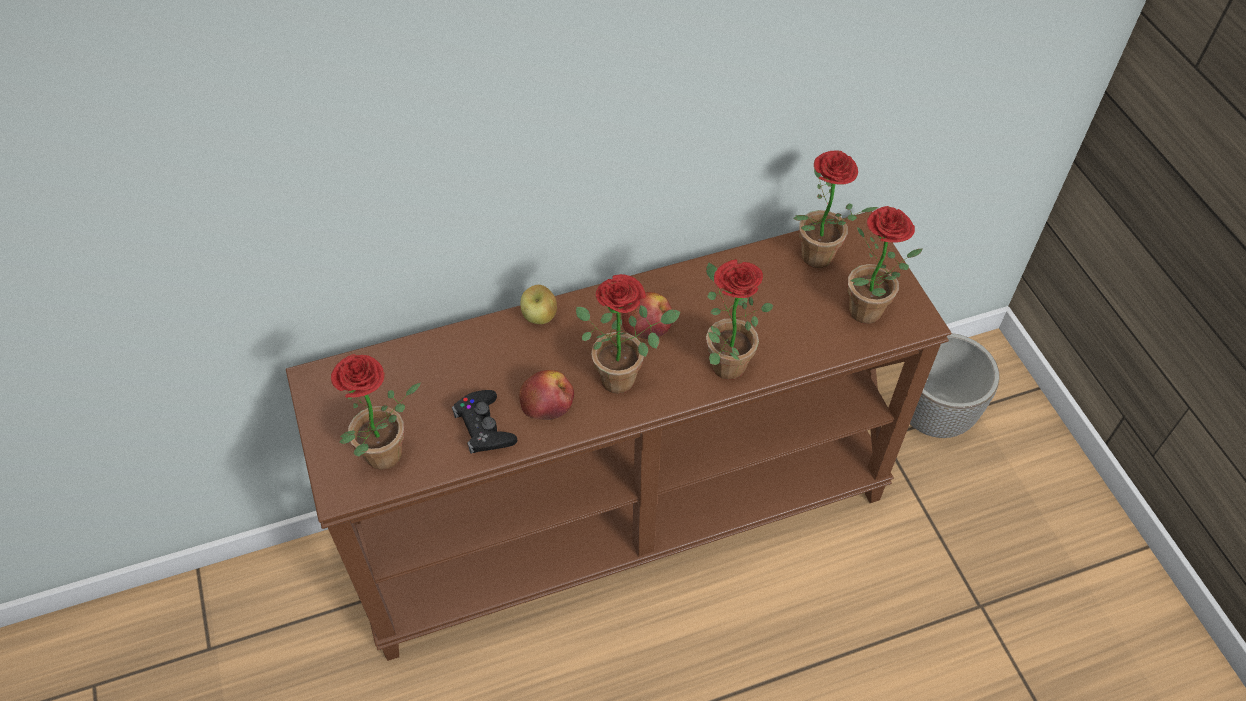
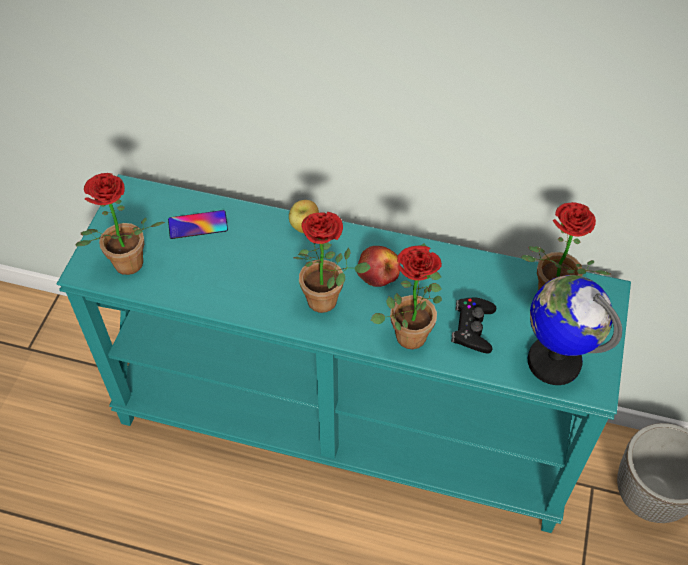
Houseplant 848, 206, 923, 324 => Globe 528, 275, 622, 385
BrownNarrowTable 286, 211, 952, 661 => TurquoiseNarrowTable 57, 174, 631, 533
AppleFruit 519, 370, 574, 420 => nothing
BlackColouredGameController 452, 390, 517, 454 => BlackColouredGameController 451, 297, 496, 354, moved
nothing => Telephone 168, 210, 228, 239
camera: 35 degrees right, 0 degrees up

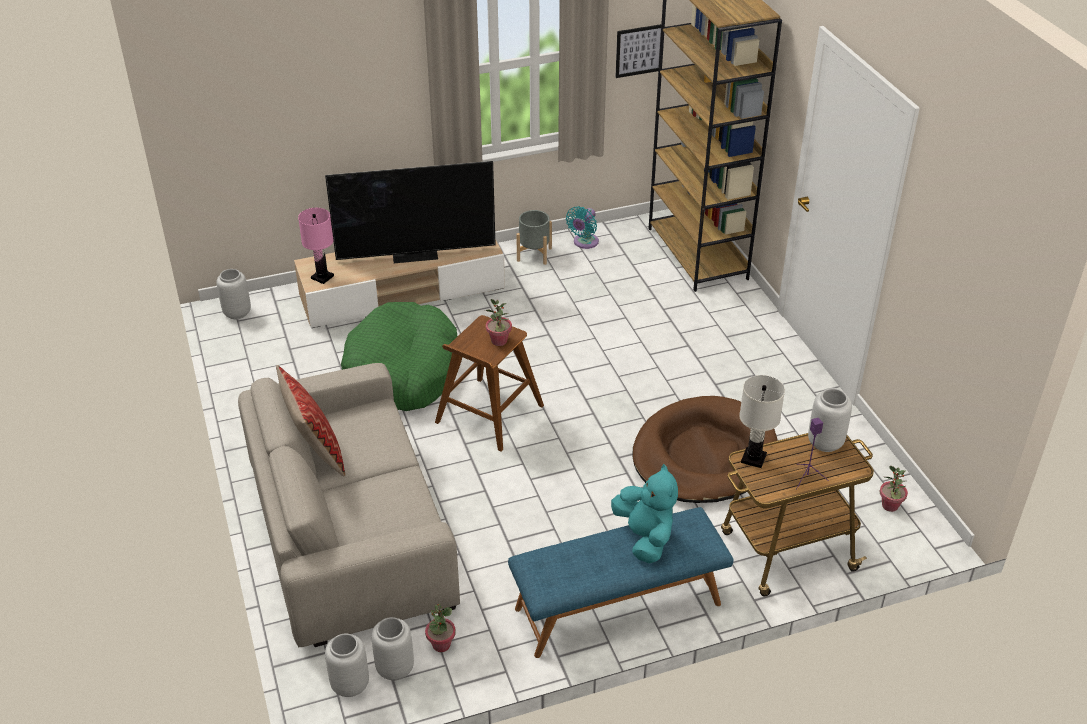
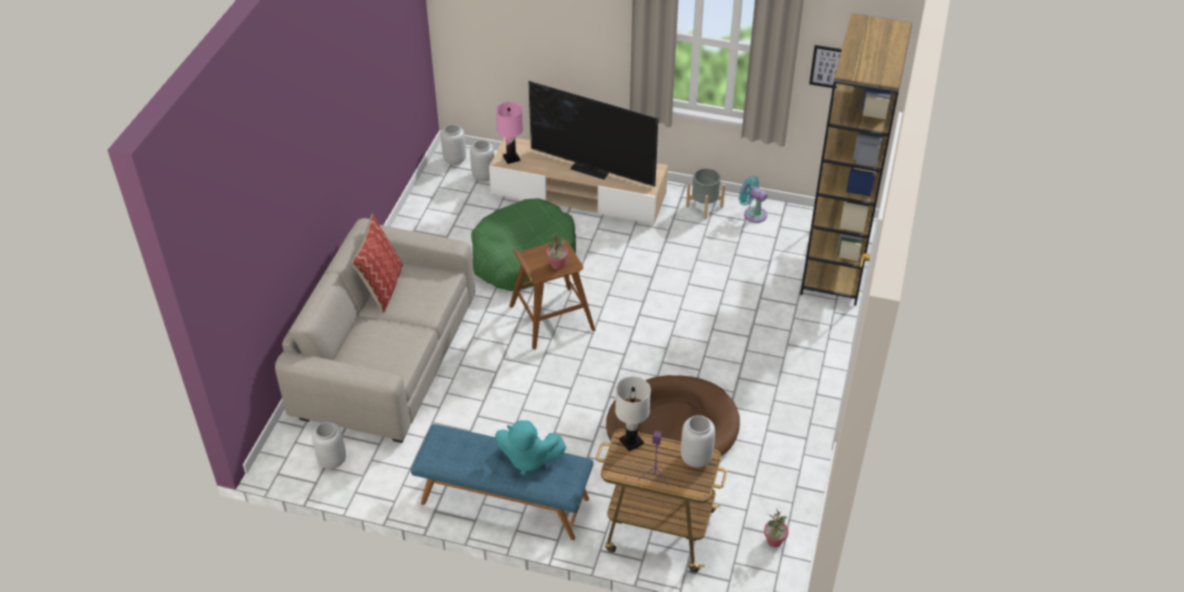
TurquoiseCoolingFan 566, 206, 599, 249 => TurquoiseCoolingFan 739, 176, 768, 223, 60 degrees clockwise
TurquoiseSoftToy 611, 464, 678, 563 => TurquoiseSoftToy 495, 420, 567, 475, 90 degrees clockwise
Houseplant 425, 604, 456, 652 => nothing
GreyDecorativeVase 325, 633, 369, 697 => GreyDecorativeVase 470, 140, 494, 181, moved
camera: 35 degrees right, 5 degrees up

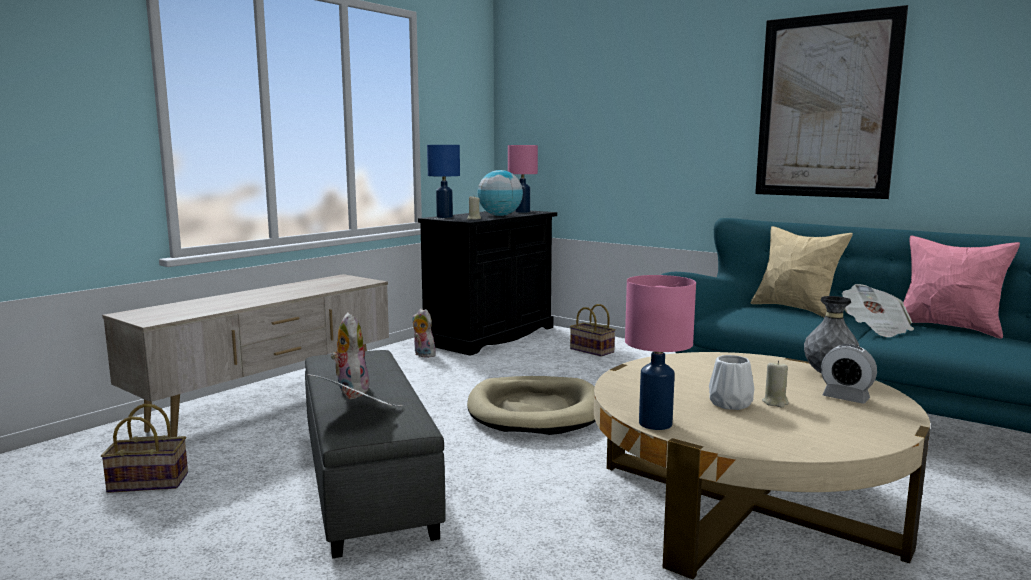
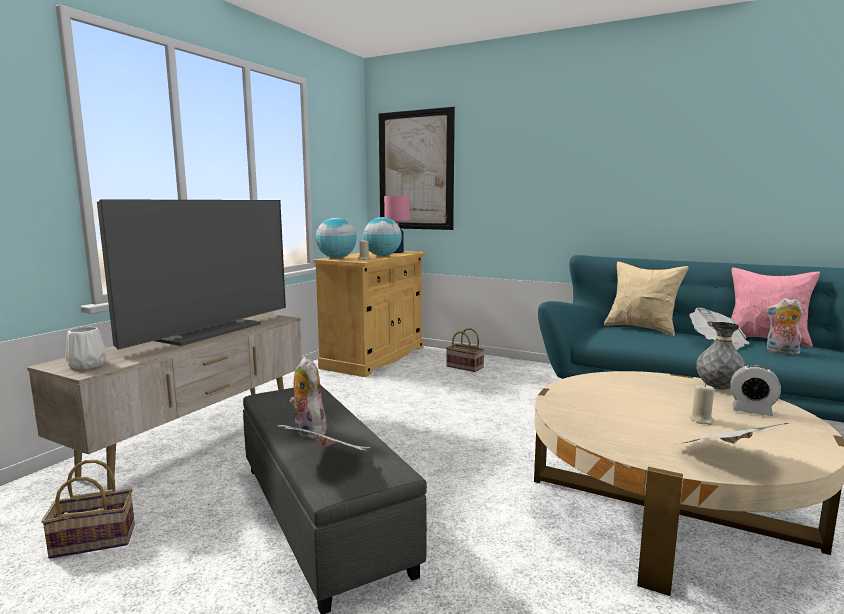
Picture 755, 5, 908, 199 => Picture 379, 107, 455, 230, moved
BlueColouredTabletopLamp 427, 145, 460, 218 => Globe 316, 218, 356, 258
BlackColouredCabinet 418, 211, 557, 356 => SandColouredCabinet 314, 251, 426, 377
PinkColouredTabletopLamp 625, 275, 696, 430 => nothing
SoftToy 412, 309, 436, 358 => SoftToy 766, 298, 803, 355, moved
WhiteDecorativeVase 709, 355, 754, 410 => WhiteDecorativeVase 65, 327, 107, 369, moved
SandColouredPetBed 467, 376, 596, 435 => nothing
nothing => Television 97, 199, 286, 350
nothing => PrintedPaper 680, 423, 789, 444
camera: 10 degrees left, 0 degrees up

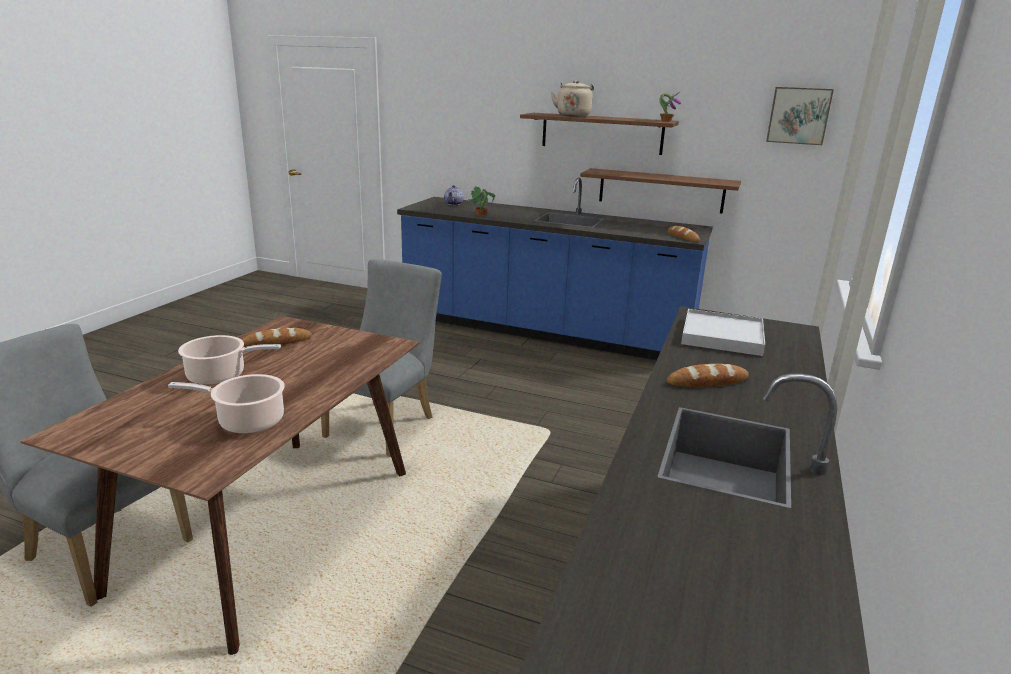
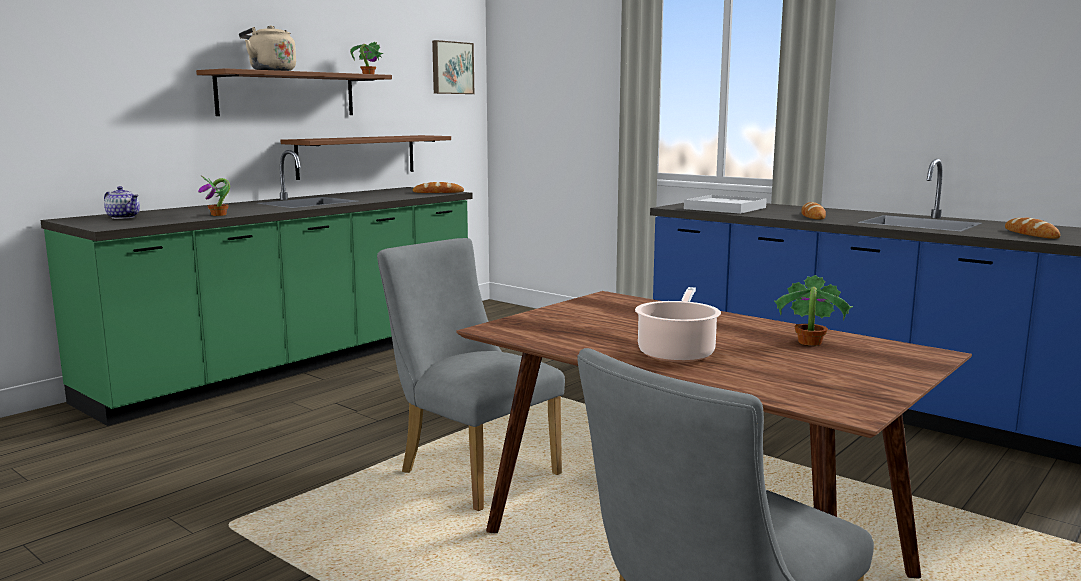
BlueColouredCounter 397, 177, 713, 360 => GreenishCounter 40, 150, 473, 426
Bread 242, 327, 312, 347 => Bread 1005, 218, 1060, 239, moved
Stockpot 168, 374, 285, 434 => Houseplant 774, 275, 853, 346
camera: 70 degrees left, 10 degrees down

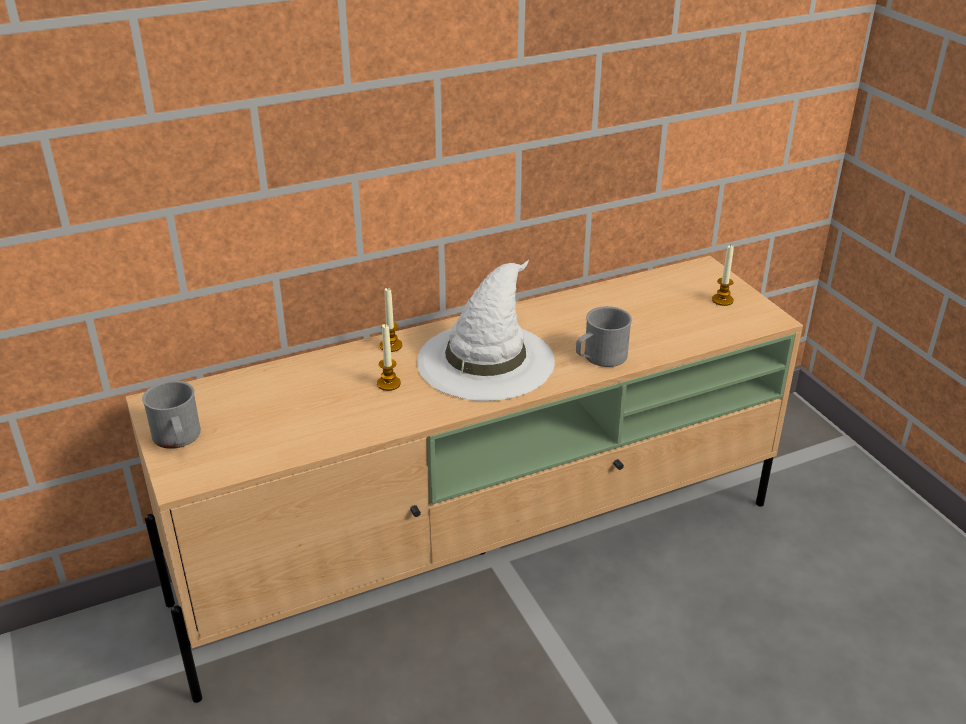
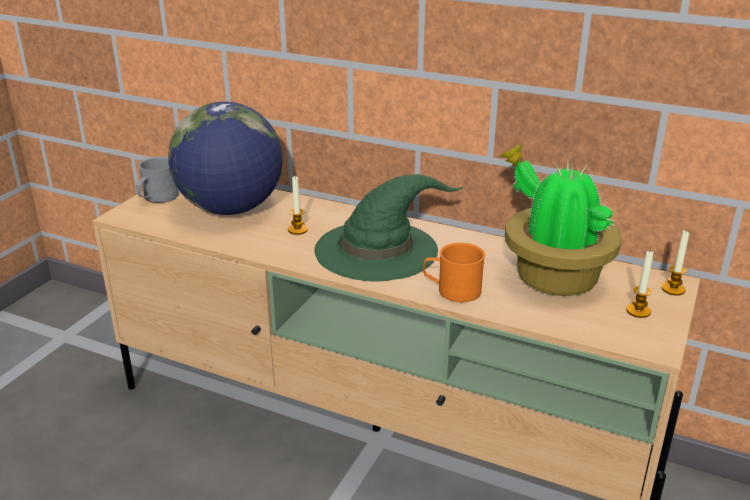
WhiteClothingHat 417, 259, 555, 401 => GreenishClothingHat 314, 174, 464, 282
Candle 380, 287, 402, 352 => Candle 662, 230, 689, 296, moved
GreyMug 576, 306, 632, 367 => OrangeColouredMug 423, 243, 485, 302
nothing => Globe 168, 101, 283, 215
nothing => Houseplant 498, 144, 622, 296
camera: 50 degrees right, 5 degrees down

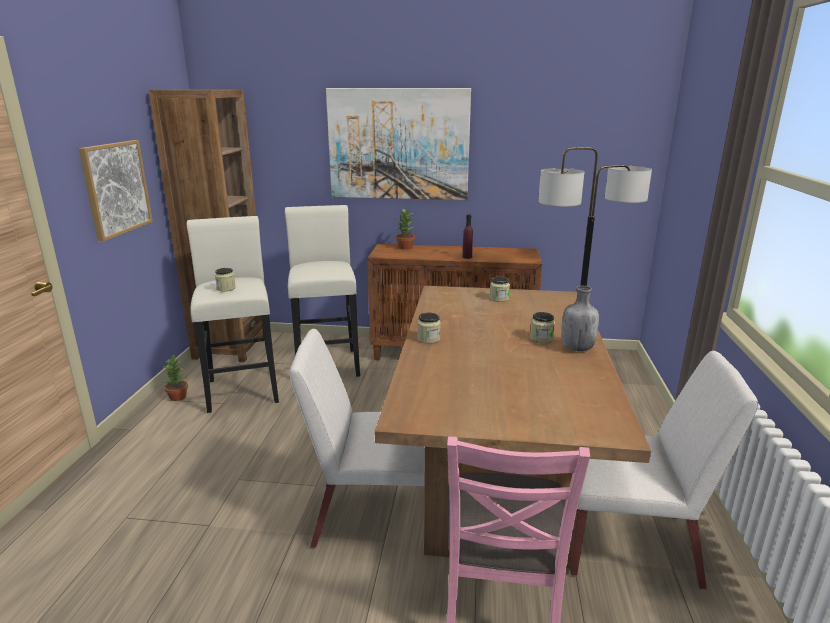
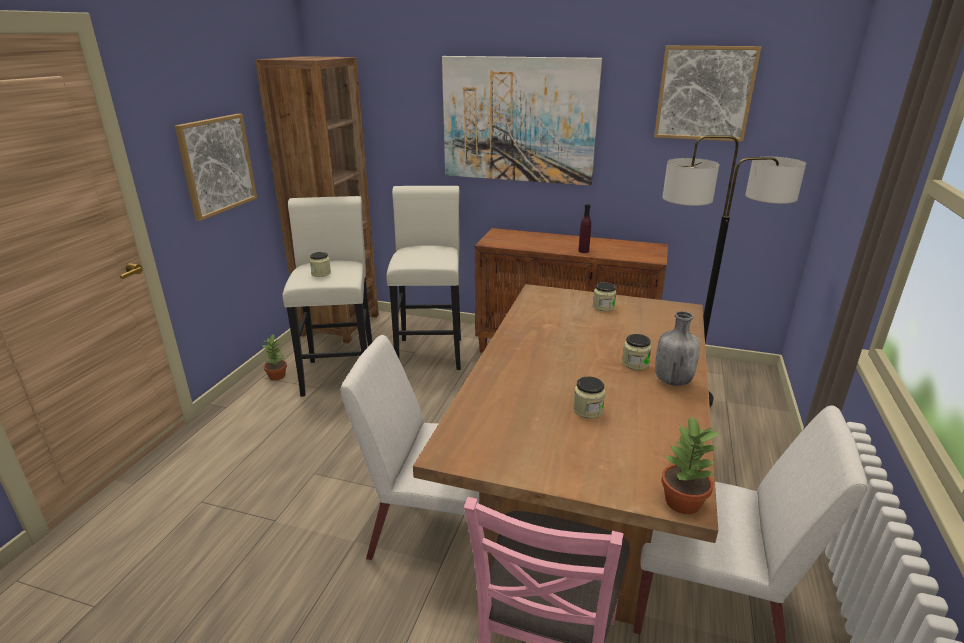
Houseplant 396, 208, 415, 250 => Houseplant 661, 414, 721, 514, moved
PreserveJar 417, 313, 441, 344 => PreserveJar 573, 377, 605, 419, moved
nothing => Picture 654, 46, 761, 142
camera: 10 degrees right, 5 degrees up

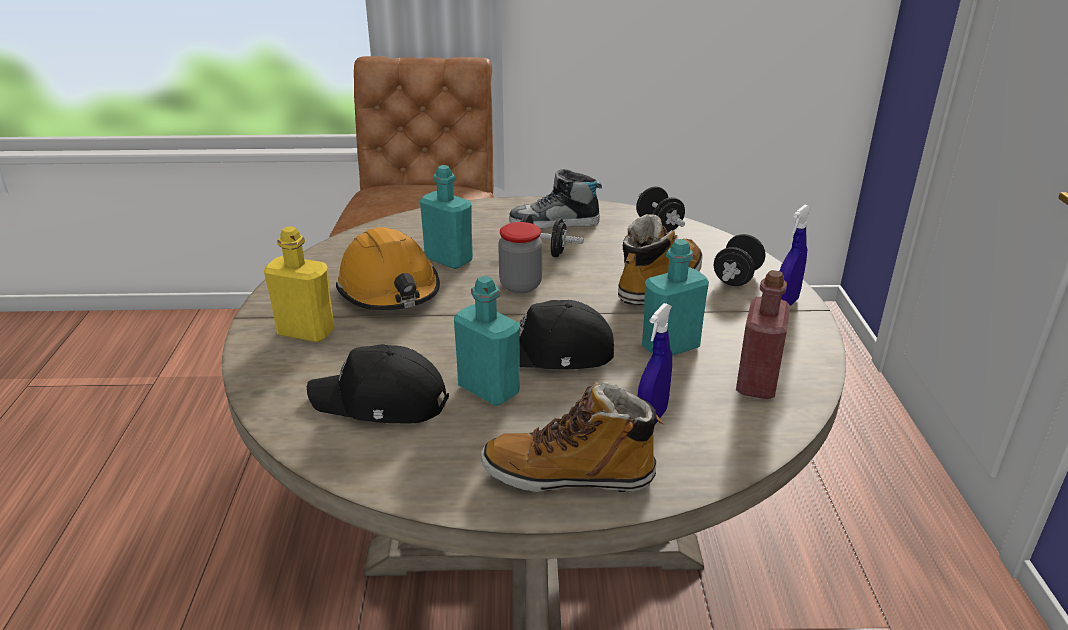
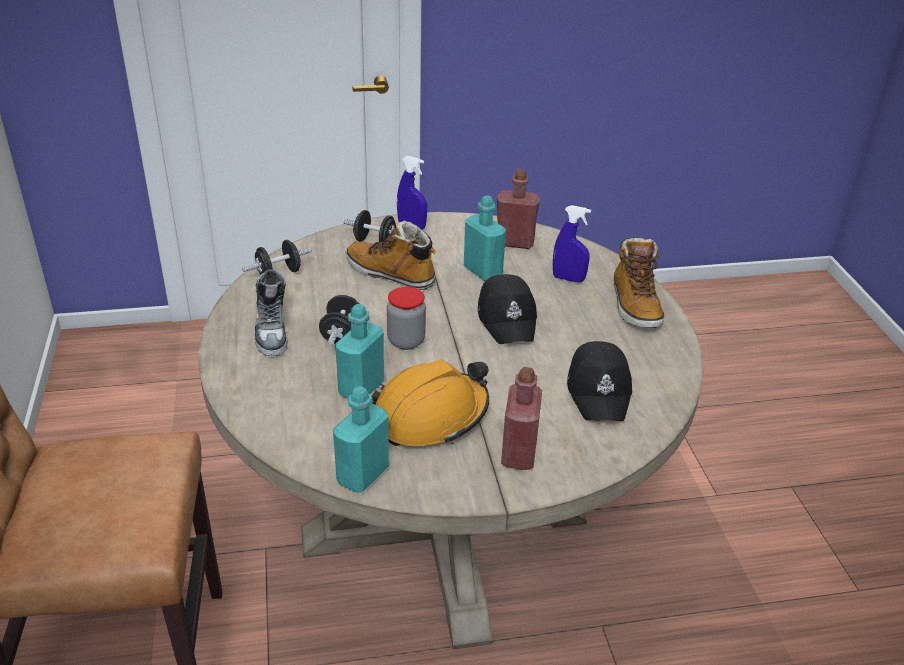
YellowColouredBottle 264, 226, 334, 342 => RedColouredBottle 501, 367, 542, 470
TurquoiseBottle 454, 276, 520, 406 => TurquoiseBottle 333, 386, 389, 493, moved
camera: 100 degrees left, 5 degrees up

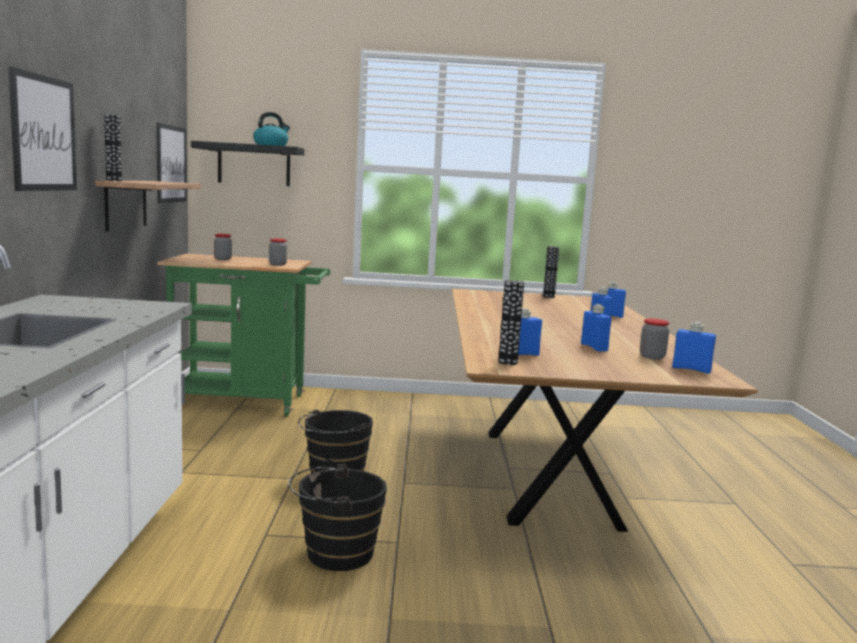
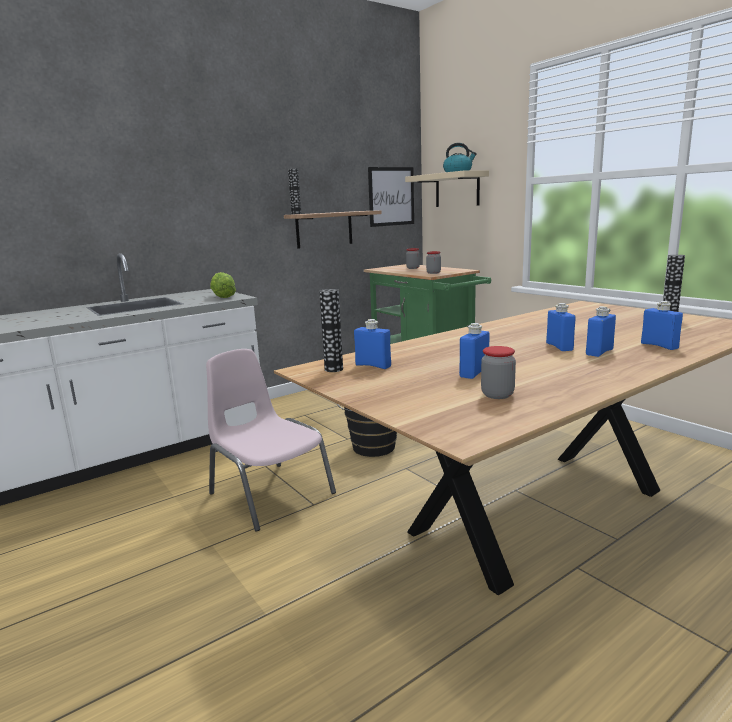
Picture 8, 66, 77, 191 => nothing
BlackColouredBracketShelf 191, 141, 305, 186 => SandColouredBracketShelf 405, 170, 489, 207
BlueColouredBottle 672, 322, 716, 374 => BlueColouredBottle 546, 303, 575, 351, moved
BlackColouredBucket 288, 464, 387, 571 => PinkColouredChair 206, 349, 336, 531
nothing => LettuceHead 210, 272, 236, 298
camera: 55 degrees right, 5 degrees up

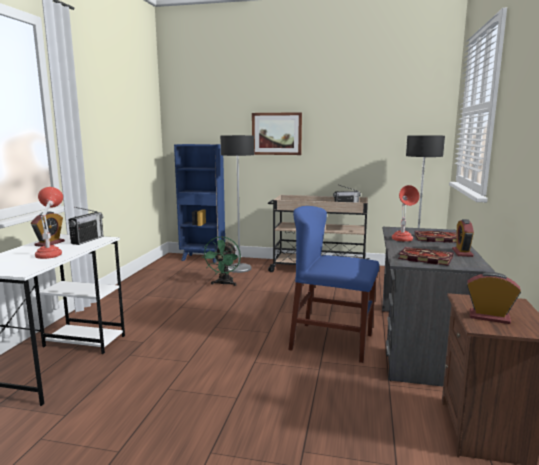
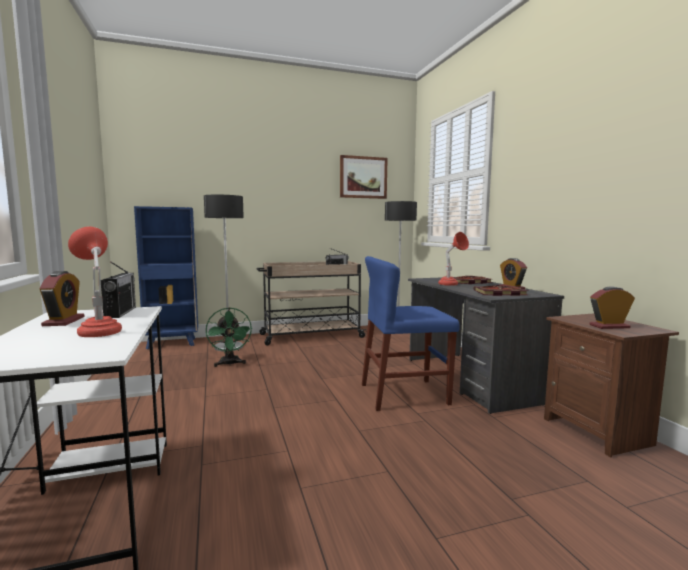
Picture 252, 112, 302, 155 => Picture 340, 155, 388, 199, moved
camera: 30 degrees left, 5 degrees down

